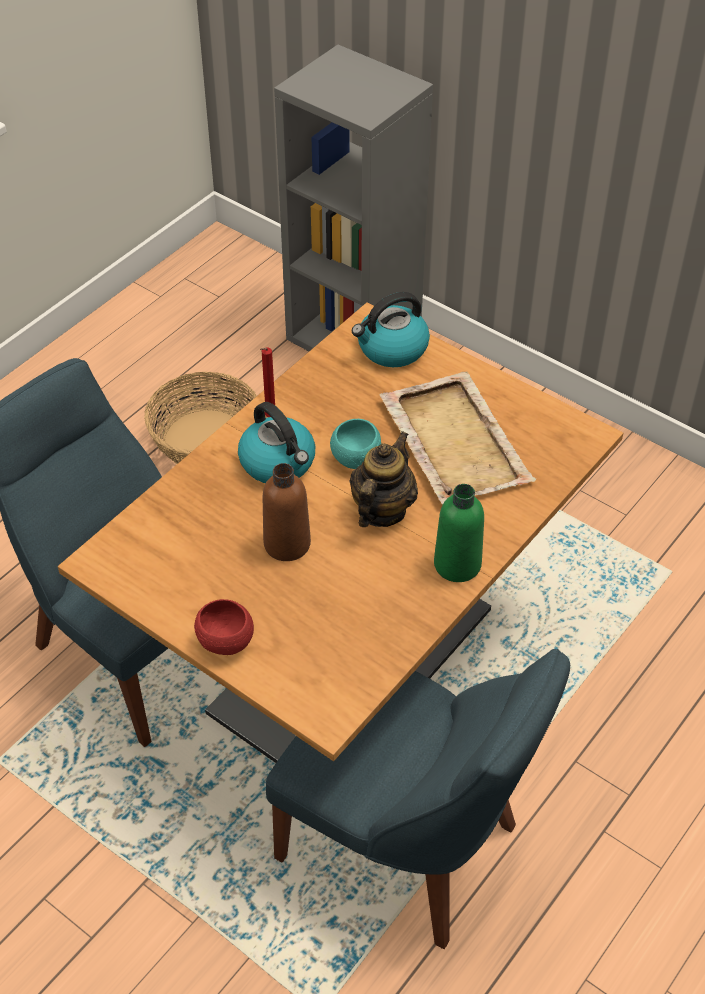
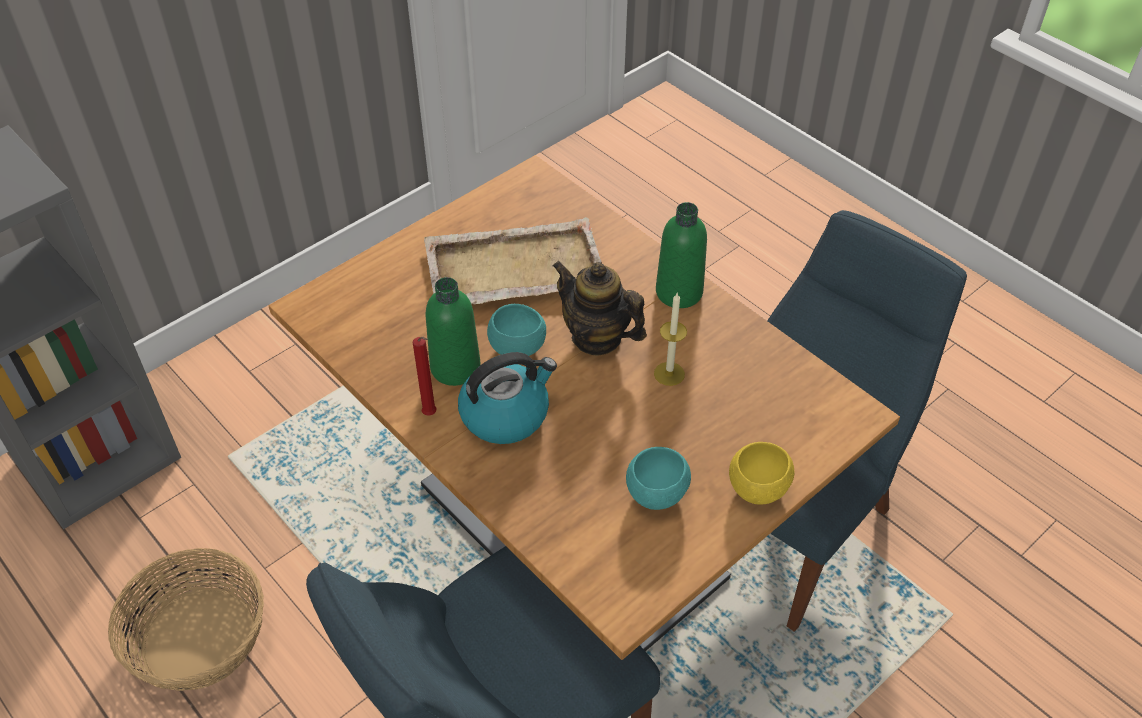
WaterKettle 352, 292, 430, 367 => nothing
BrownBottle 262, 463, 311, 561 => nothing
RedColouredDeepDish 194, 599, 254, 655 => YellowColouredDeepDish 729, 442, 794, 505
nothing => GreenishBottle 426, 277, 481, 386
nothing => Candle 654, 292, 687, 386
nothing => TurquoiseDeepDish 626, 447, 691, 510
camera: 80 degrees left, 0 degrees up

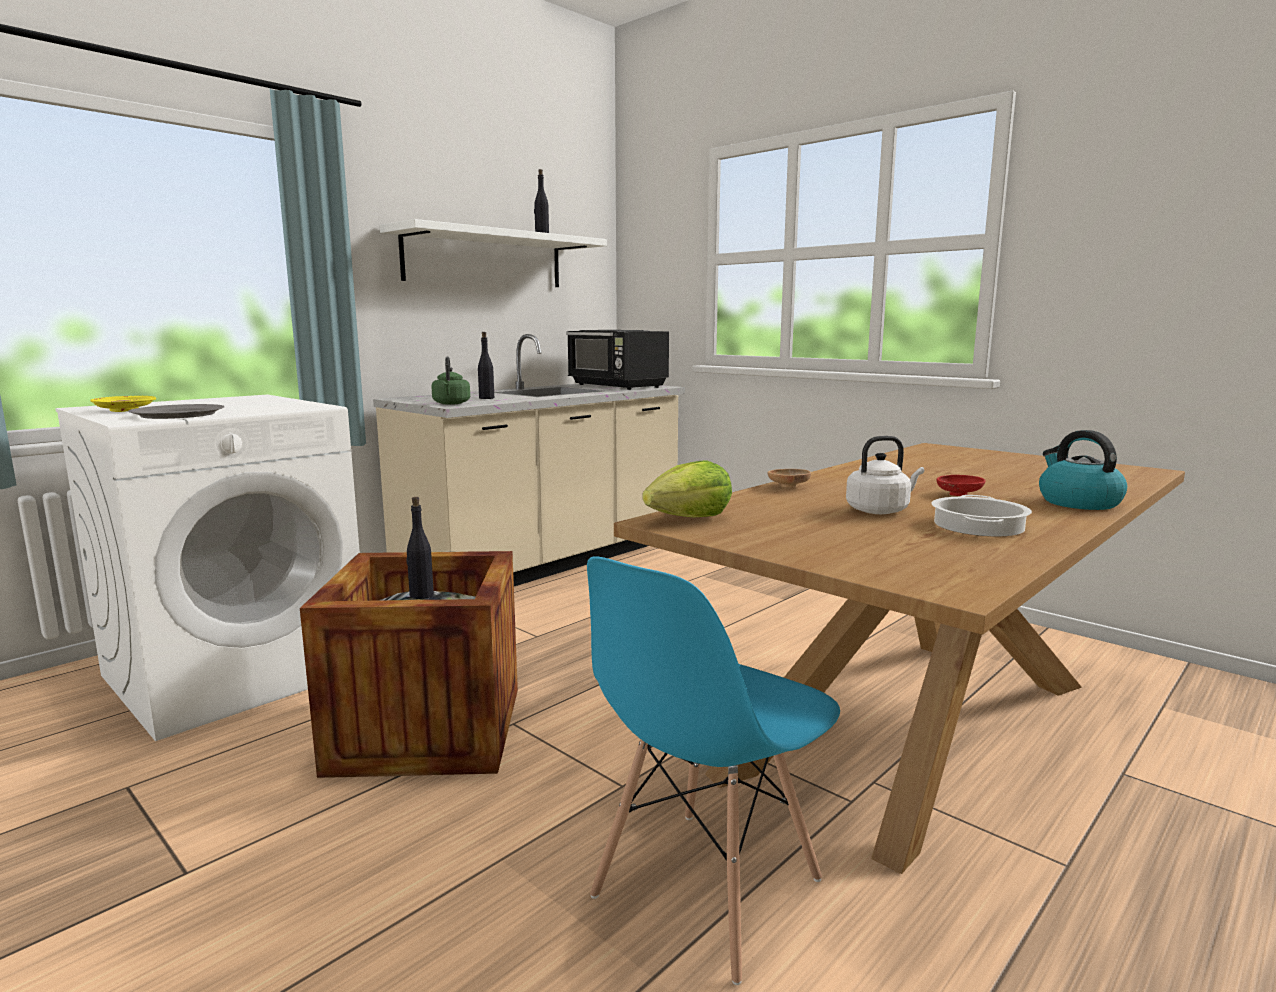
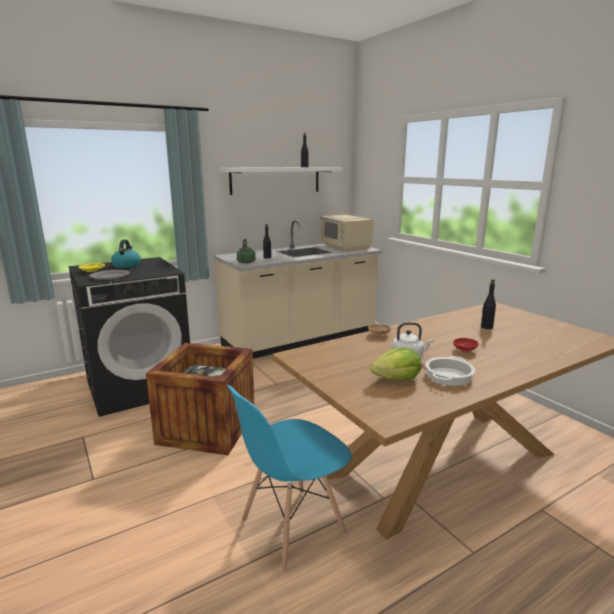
BlackColouredMicrowaveOven 566, 330, 669, 390 => SandColouredMicrowaveOven 320, 215, 373, 252
WhiteLaundryMachine 55, 395, 360, 741 => BlackColouredLaundryMachine 68, 257, 190, 417
WaterKettle 1039, 430, 1127, 510 => WaterKettle 111, 239, 141, 268, moved
LettuceHead 642, 460, 732, 517 => LettuceHead 370, 348, 421, 380, moved
BlackColouredBottle 406, 497, 434, 599 => BlackColouredBottle 481, 279, 496, 329, moved
camera: 15 degrees right, 5 degrees up

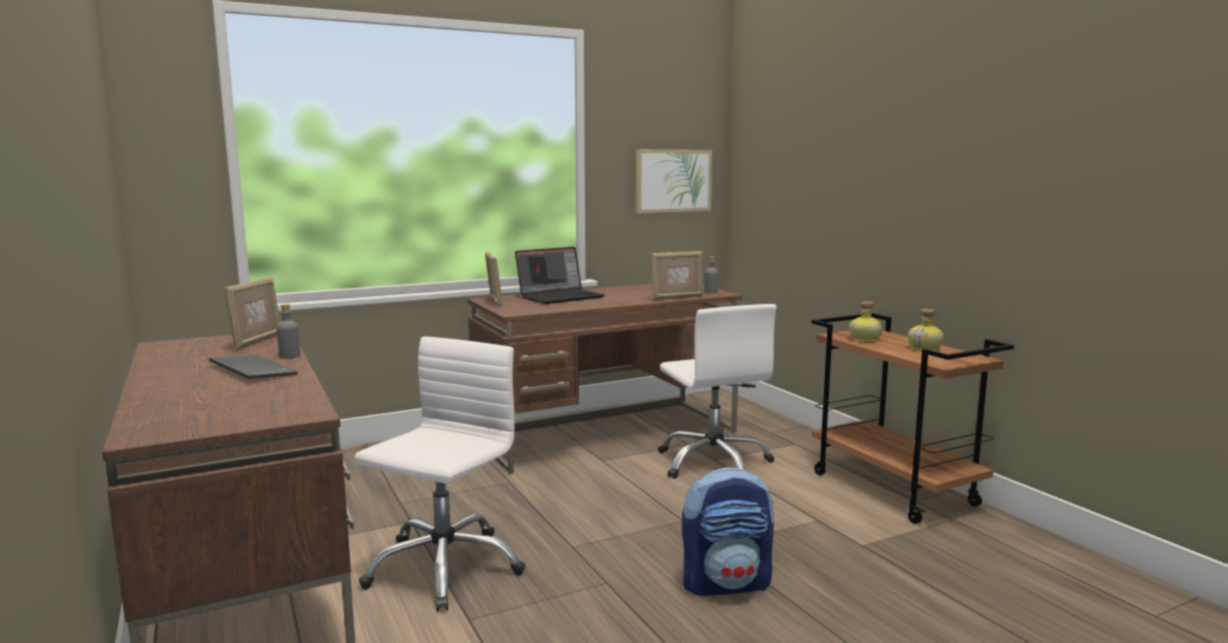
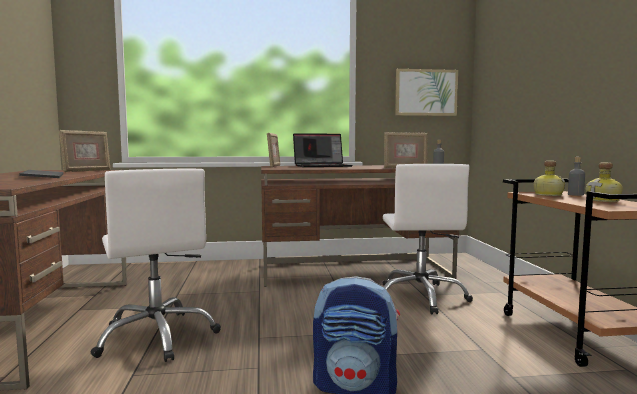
GreyBottle 277, 304, 300, 359 => GreyBottle 568, 157, 585, 196, moved
WhiteDeskChair 354, 336, 526, 611 => WhiteDeskChair 90, 169, 221, 362, 105 degrees clockwise
camera: 20 degrees right, 5 degrees down

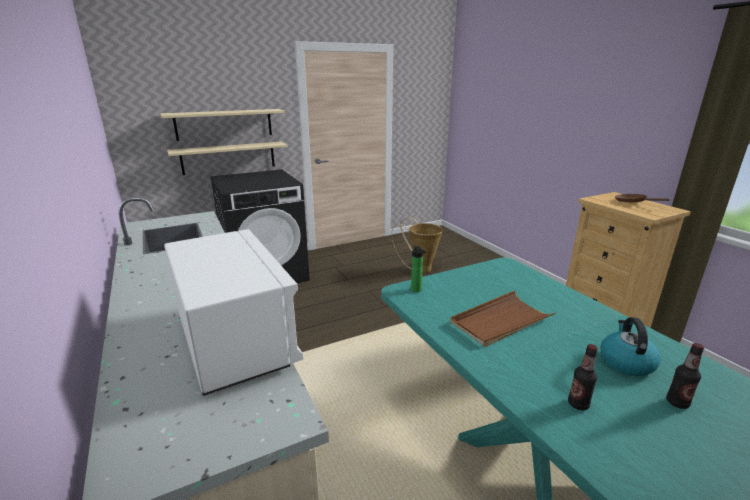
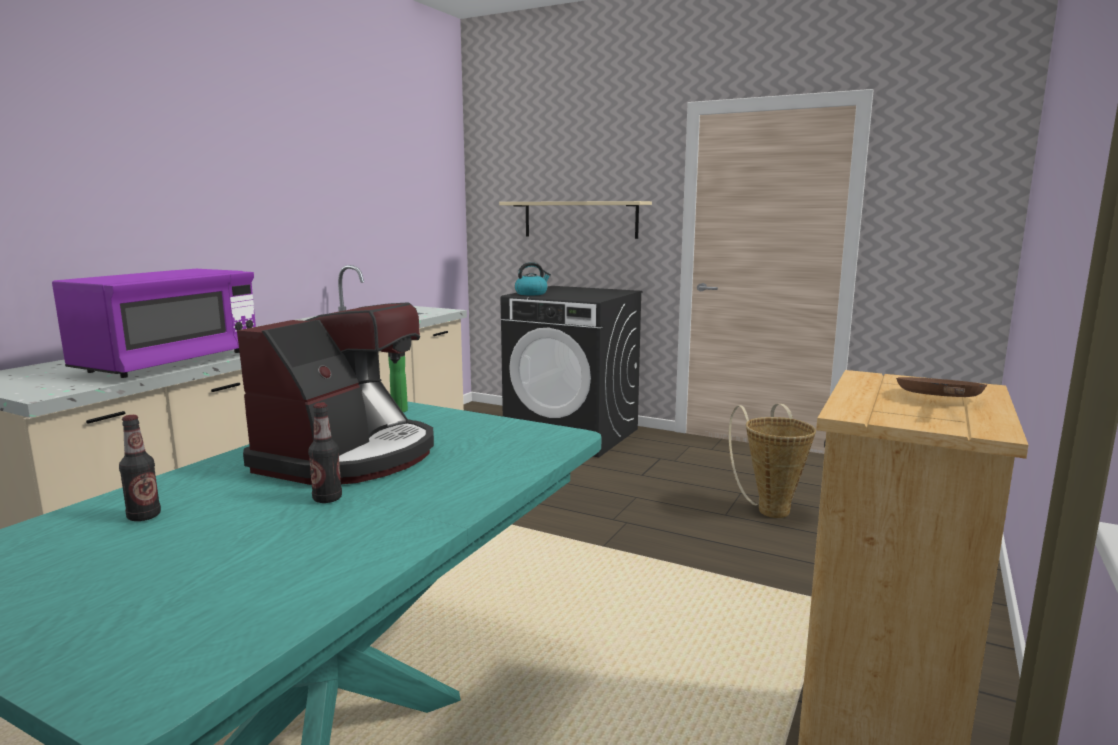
SandColouredBracketShelf 167, 142, 287, 175 => nothing
WhiteMicrowaveOven 164, 229, 304, 396 => PurpleColouredMicrowaveOven 52, 269, 256, 378
BrownTray 450, 290, 556, 347 => CoffeeMachine 237, 302, 434, 485
WaterKettle 600, 317, 661, 376 => WaterKettle 515, 262, 551, 295, moved
Bottle 667, 343, 704, 409 => Bottle 308, 403, 342, 503, moved
camera: 55 degrees right, 10 degrees down

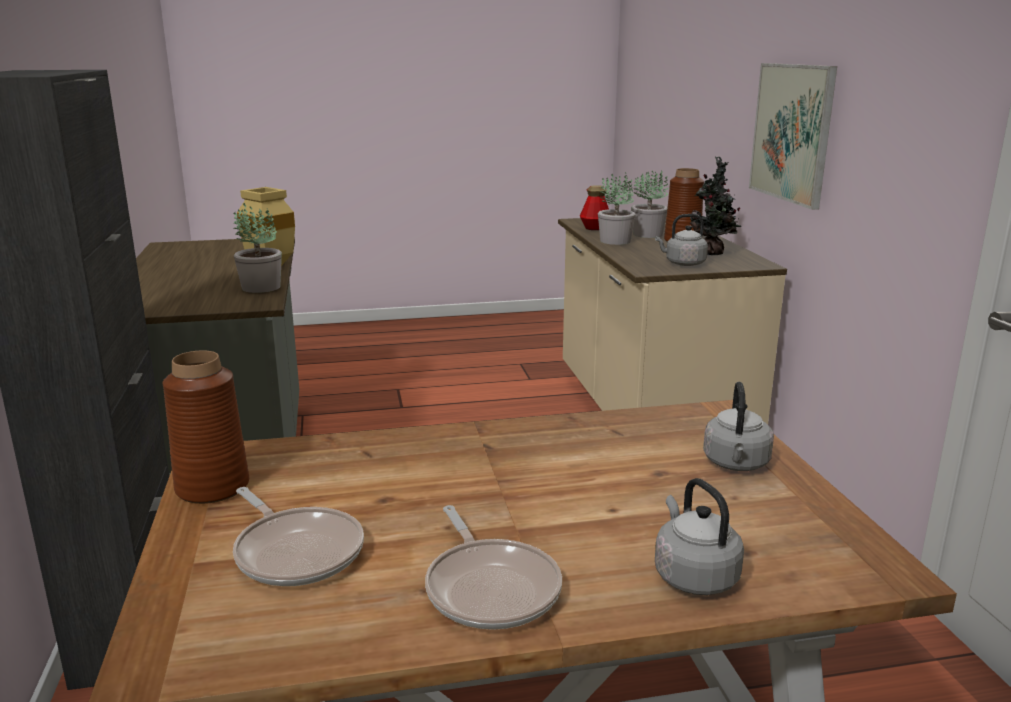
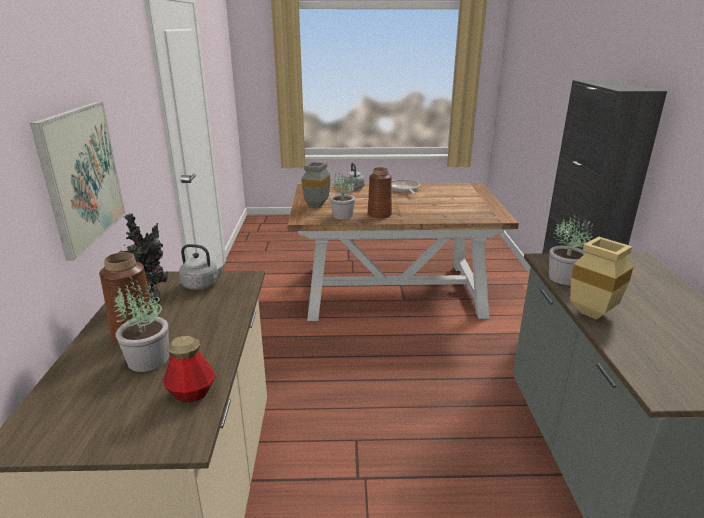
Houseplant 598, 172, 636, 245 => Houseplant 330, 173, 355, 219, moved
BrownDecorativeVase 162, 350, 249, 504 => BrownDecorativeVase 368, 167, 392, 219, moved
GreyWaterKettle 703, 382, 774, 471 => GreyDecorativeVase 302, 162, 330, 208
Pan 233, 487, 364, 586 => nothing
camera: 170 degrees left, 5 degrees up

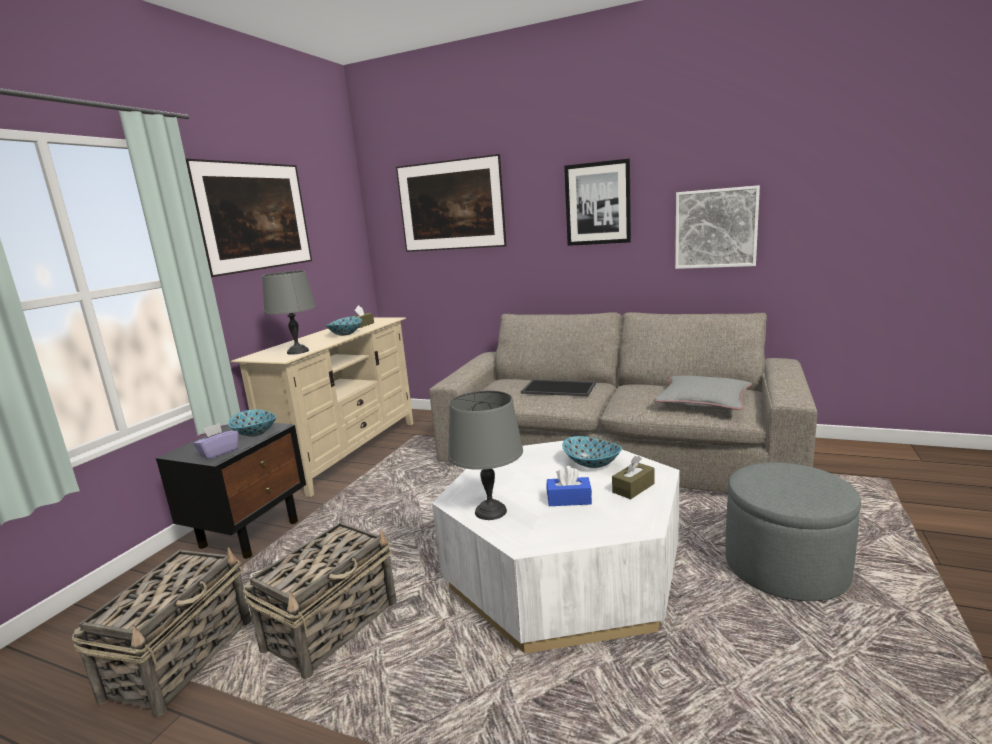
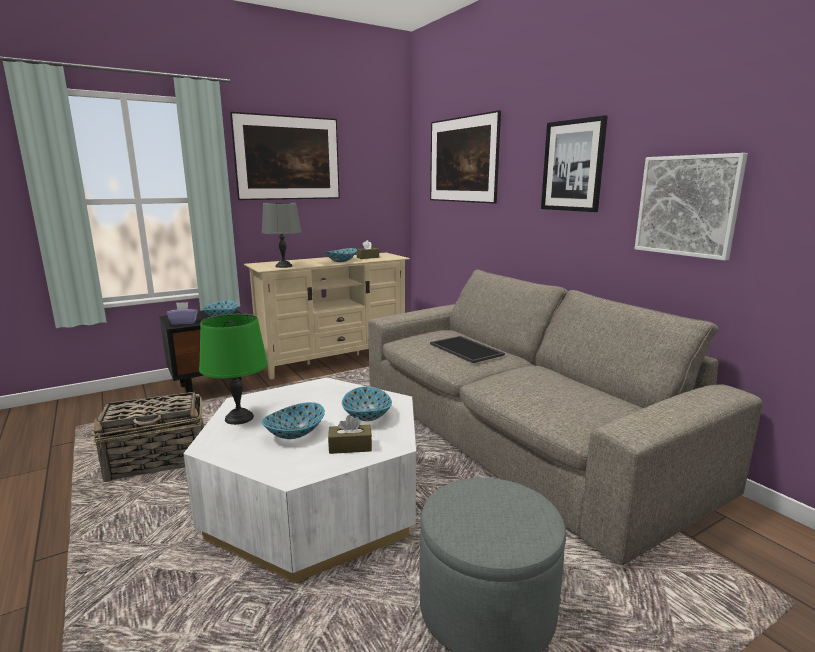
GreyCushion 653, 376, 752, 410 => nothing
GreyTabletopLamp 448, 390, 523, 520 => GreenishTabletopLamp 199, 313, 268, 425
BlueColouredTissueHolder 547, 466, 592, 506 => DeepDish 261, 402, 325, 439
Basket 72, 547, 251, 717 => nothing
camera: 35 degrees right, 0 degrees up

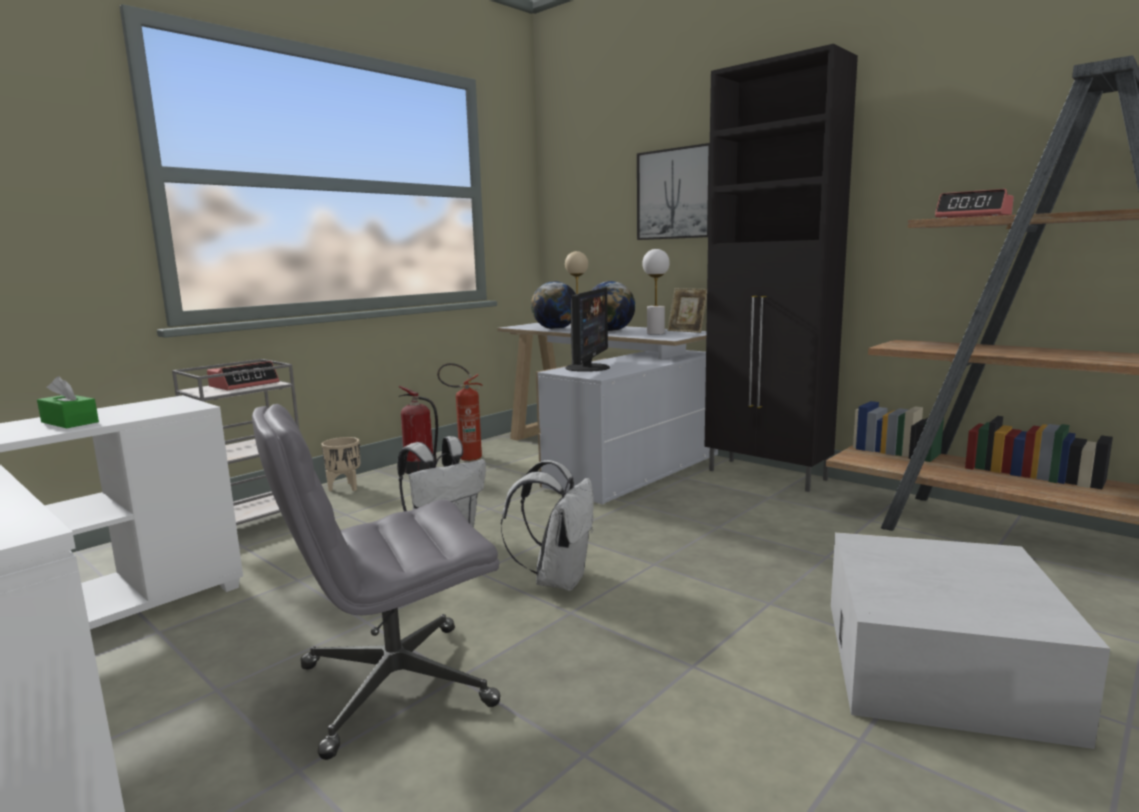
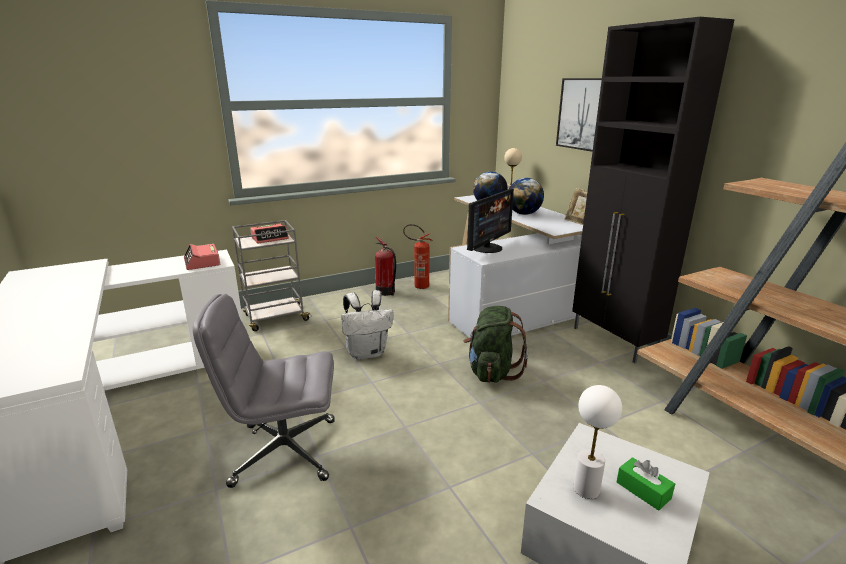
TableClock 935, 189, 1014, 218 => TableClock 184, 244, 220, 270, moved
WhiteTabletopLamp 642, 249, 670, 335 => WhiteTabletopLamp 573, 385, 622, 499, moved
GreenishTissueHolder 37, 376, 99, 428 => GreenishTissueHolder 617, 457, 675, 511, moved
SandColouredPlantPot 321, 437, 360, 491 => nothing
WhiteKnapsack 501, 460, 594, 591 => nothing
nothing => GreenishKnapsack 464, 306, 528, 383
camera: 20 degrees right, 10 degrees up

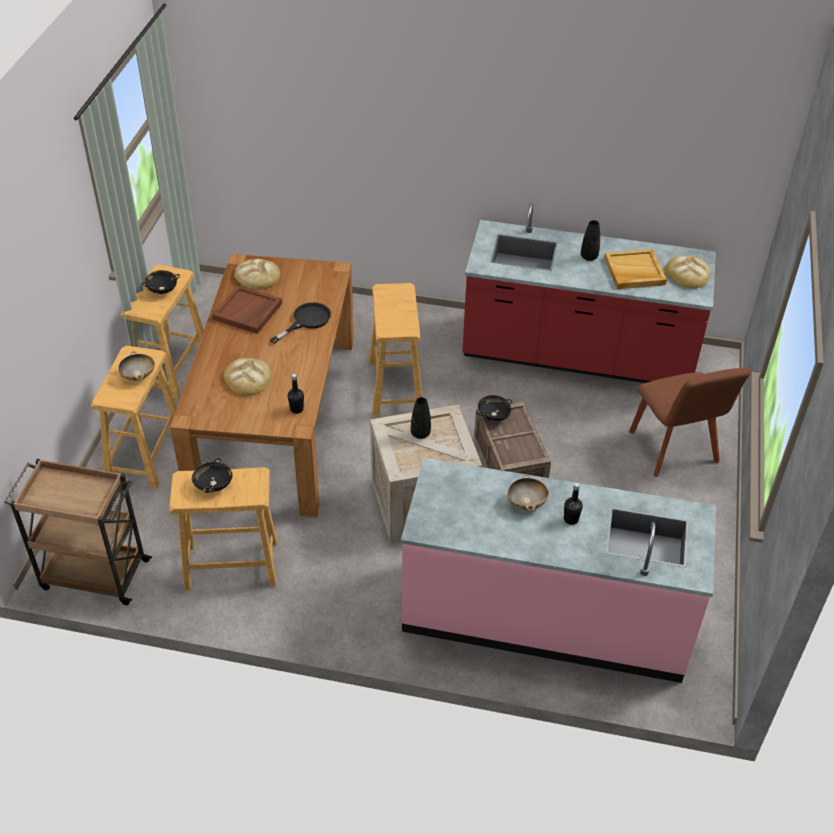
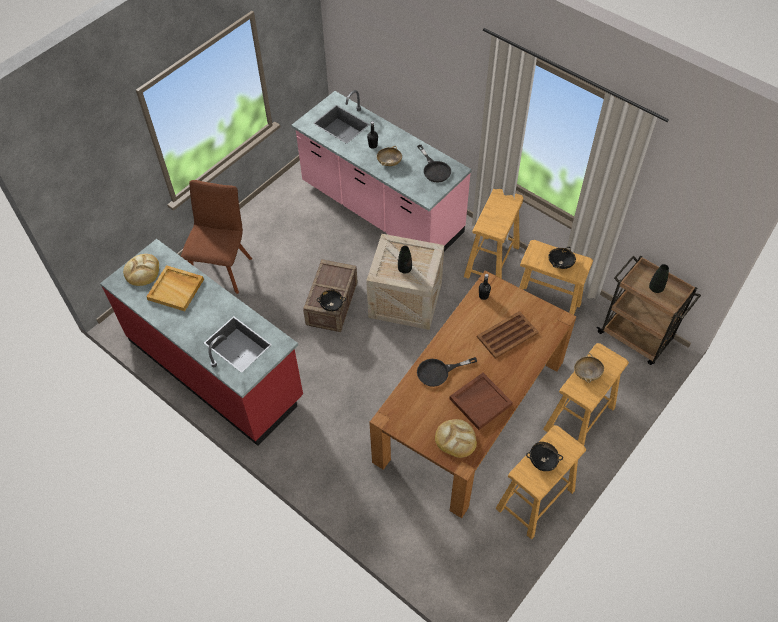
BlackColouredDecorativeVase 581, 220, 600, 261 => BlackColouredDecorativeVase 649, 264, 669, 293, moved
SandColouredSittingStool 369, 283, 423, 415 => SandColouredSittingStool 464, 189, 523, 279, moved
Bread 224, 358, 271, 396 => BrownTray 477, 311, 539, 359
nothing => BlackColouredPan 417, 145, 451, 182
camera: 150 degrees left, 10 degrees up

